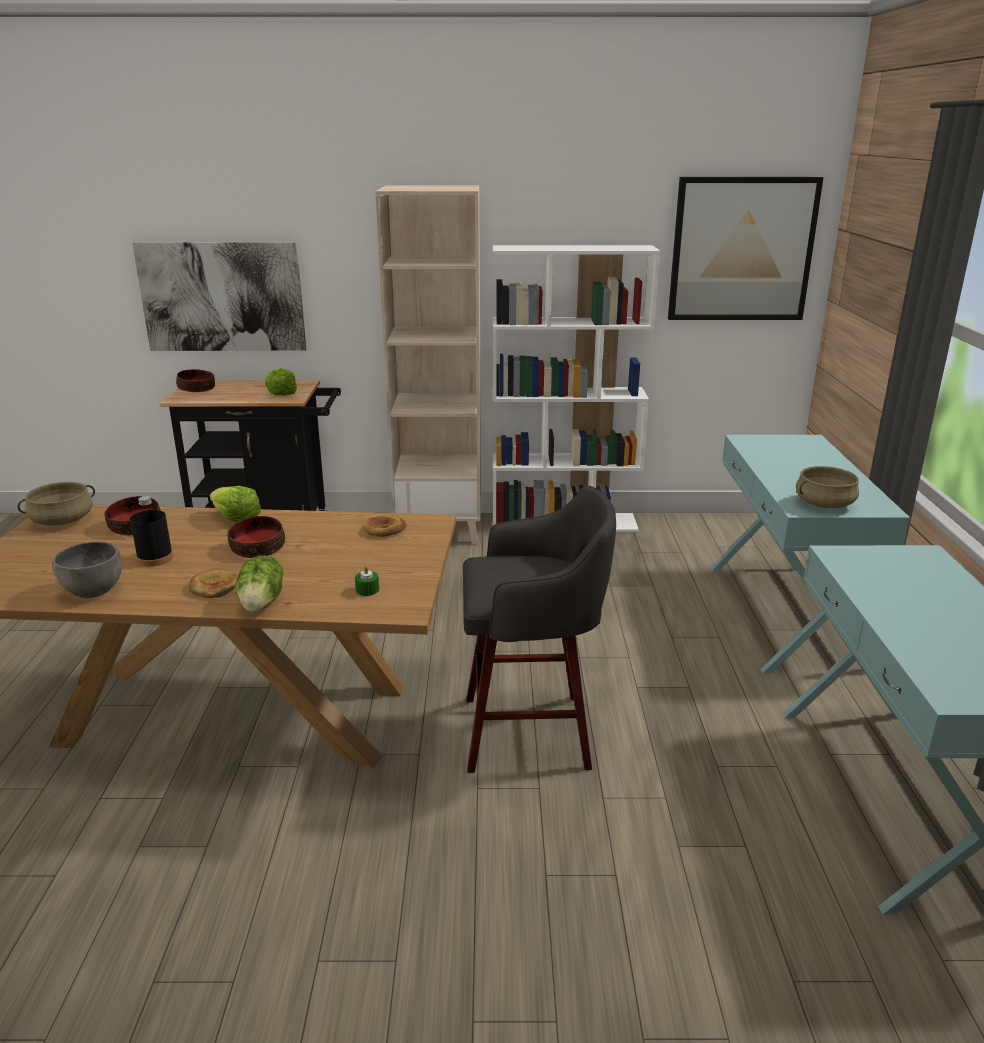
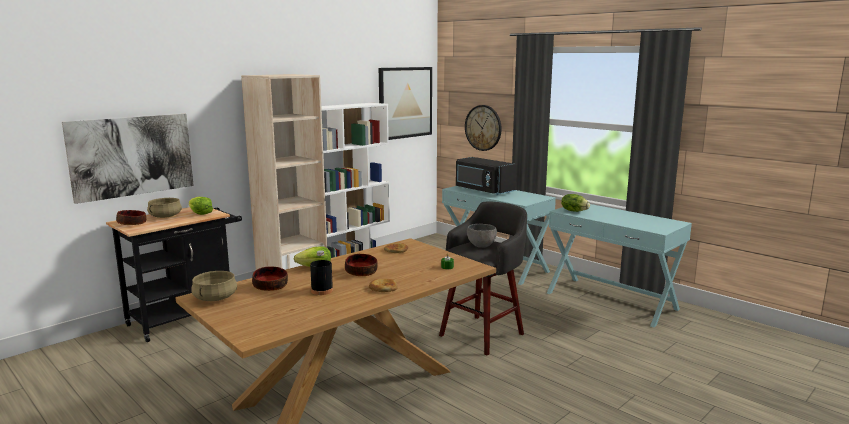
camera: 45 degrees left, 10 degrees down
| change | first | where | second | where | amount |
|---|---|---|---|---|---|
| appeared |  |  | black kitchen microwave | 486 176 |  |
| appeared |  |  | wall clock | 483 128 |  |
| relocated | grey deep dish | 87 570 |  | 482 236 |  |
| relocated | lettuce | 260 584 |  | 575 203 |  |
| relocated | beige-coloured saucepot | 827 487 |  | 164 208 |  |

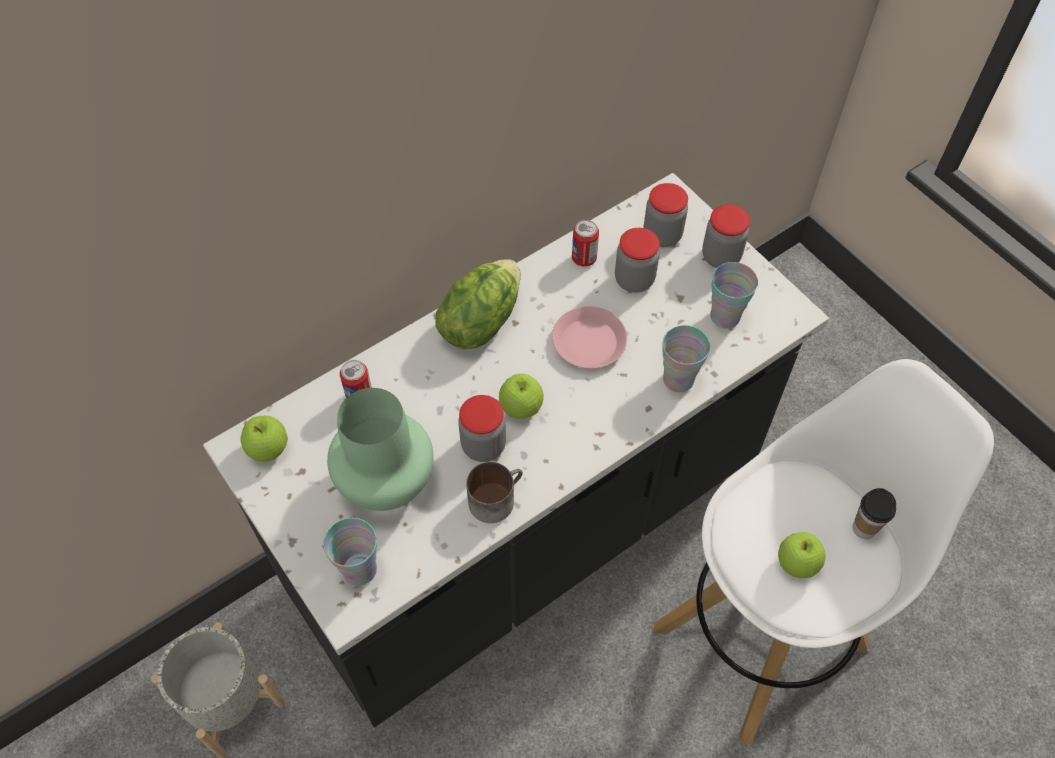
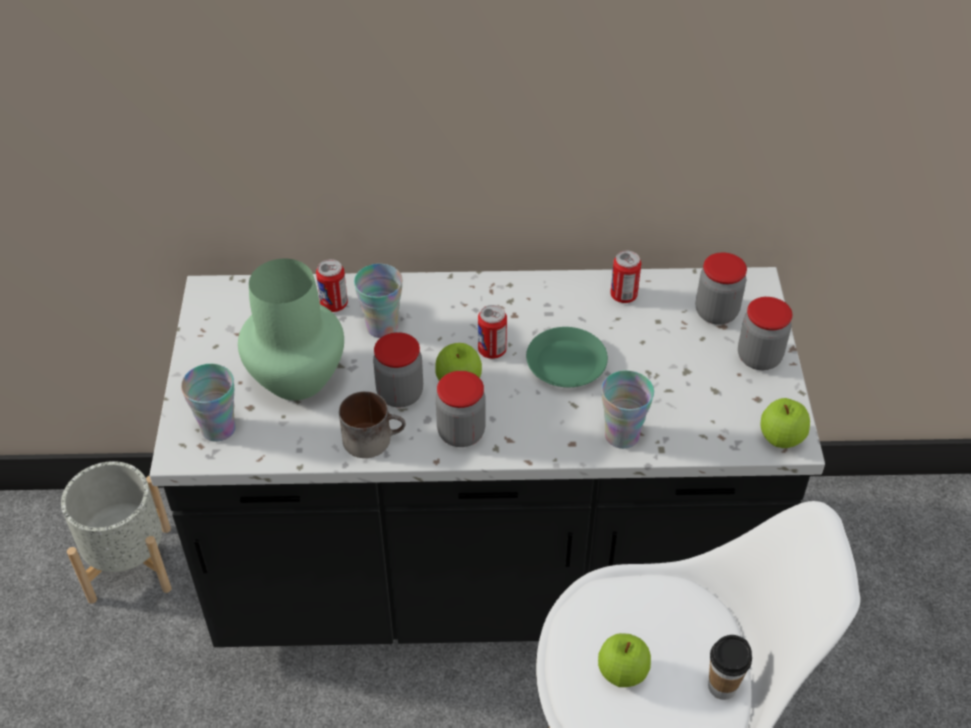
camera: 35 degrees right, 10 degrees down
| change | first | where | second | where | amount |
|---|---|---|---|---|---|
| missing | lettuce | 478 304 |  |  |  |
| appeared |  |  | metal can | 492 332 |  |
| relocated | apple | 264 439 |  | 785 423 |  |
| relocated | jar | 637 260 |  | 461 409 |  |
| relocated | small cup | 734 295 |  | 378 301 |  |
| colour | pink-coloured dinner plate | 589 337 | green dinner plate | 567 357 |  |

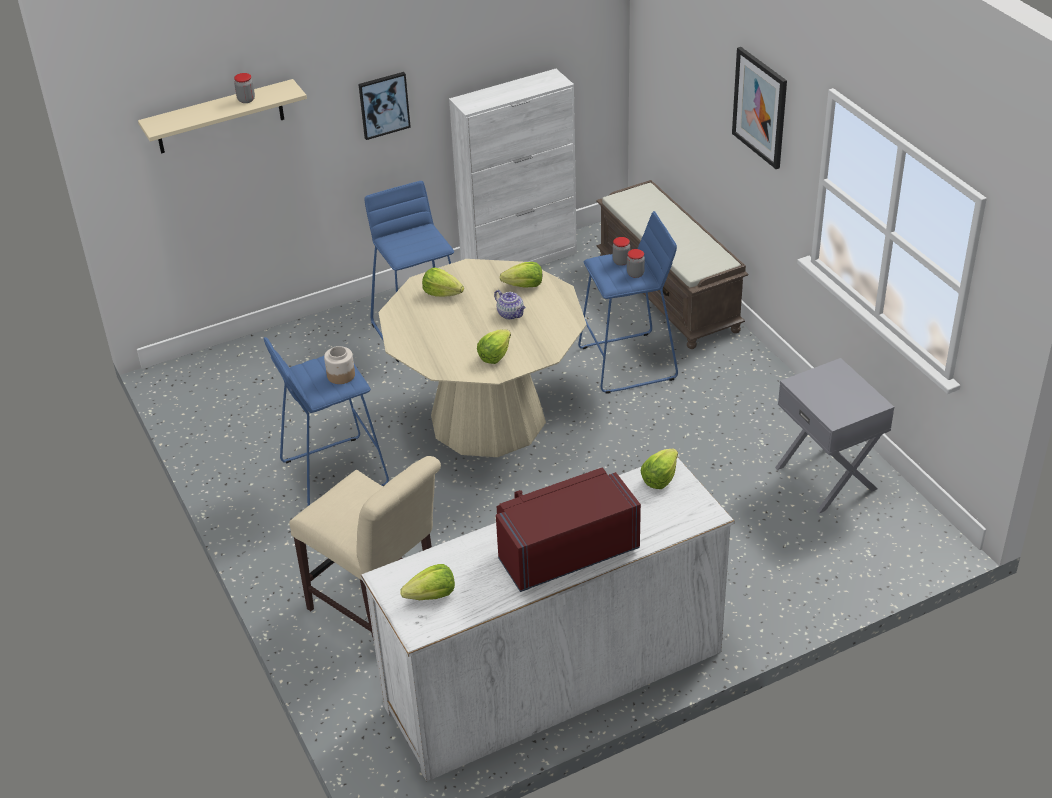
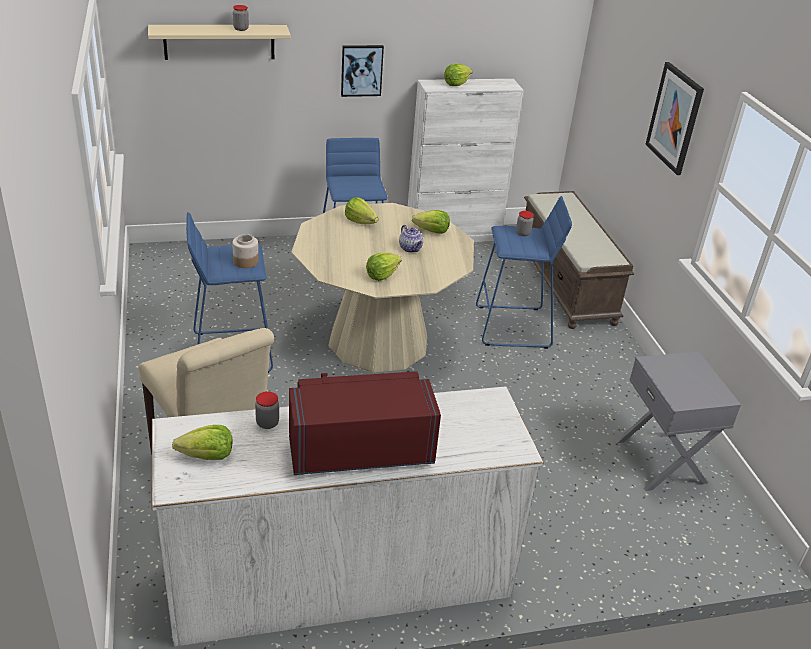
camera: 10 degrees right, 5 degrees down
| change | first | where | second | where | amount |
|---|---|---|---|---|---|
| relocated | jar | 636 263 |  | 267 410 |  |
| relocated | lettuce | 659 468 |  | 458 74 |  |

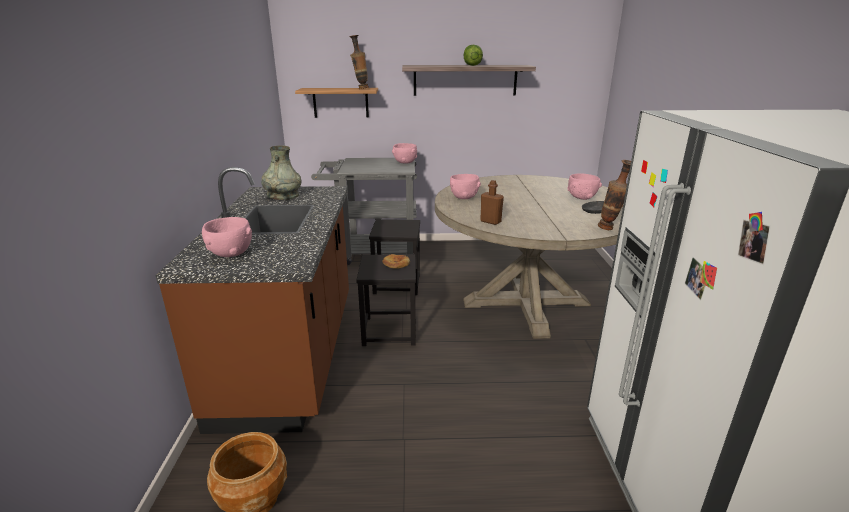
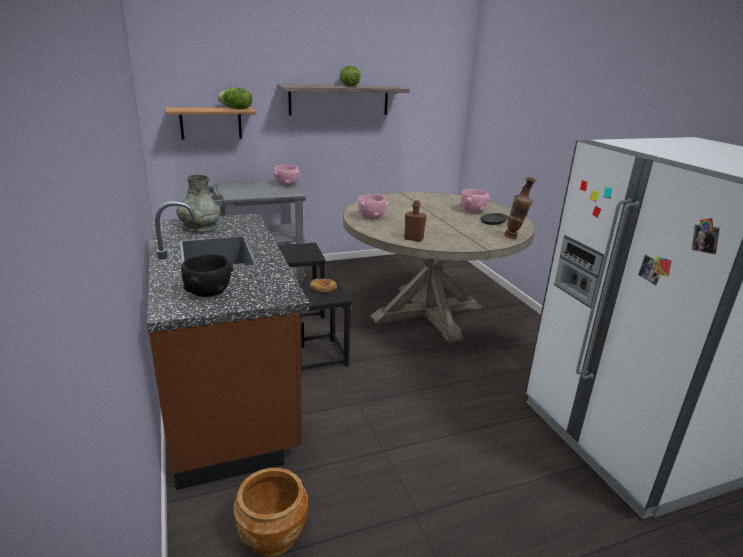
camera: 20 degrees left, 0 degrees up
| change | first | where | second | where | amount |
|---|---|---|---|---|---|
| exchanged | decorative vase | 359 62 | lettuce | 235 98 |  |
| colour | pink-coloured deep dish | 227 237 | black deep dish | 207 275 |  |

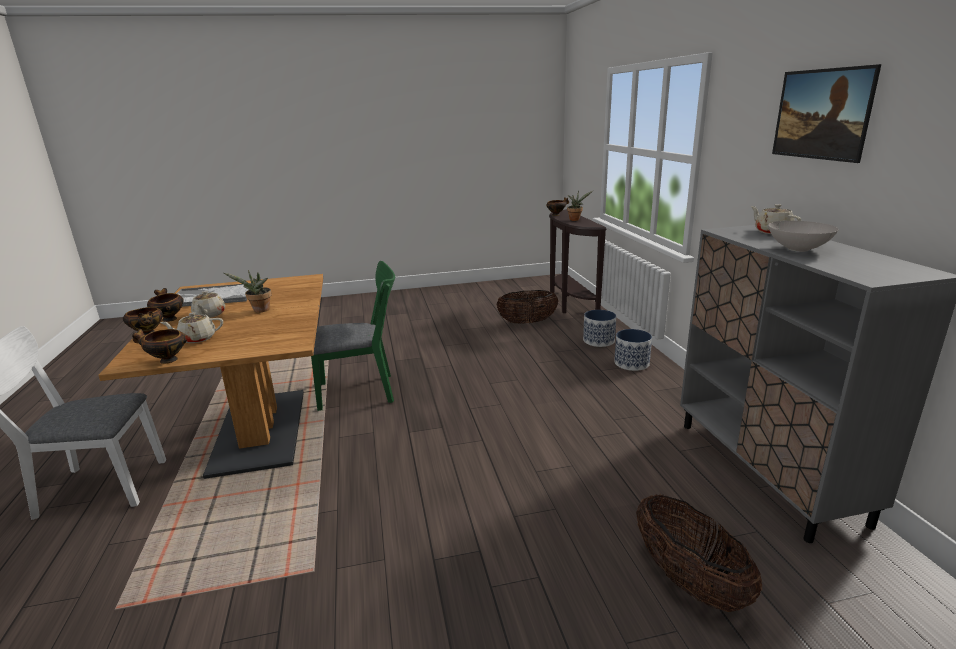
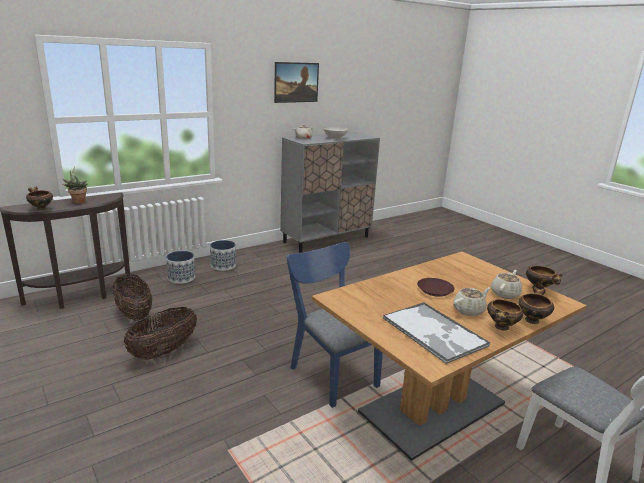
camera: 115 degrees left, 0 degrees up
| change | first | where | second | where | amount |
|---|---|---|---|---|---|
| relocated | household basket | 699 553 |  | 160 333 |  |
| exchanged | potted plant | 248 291 | brown-coloured dinner plate | 435 287 |  |
| colour | green plain chair | 353 336 | bluish plain chair | 335 325 |  |
| spun | beige-coloured tea pot | 191 327 |  | 506 284 | 105 degrees counterclockwise |

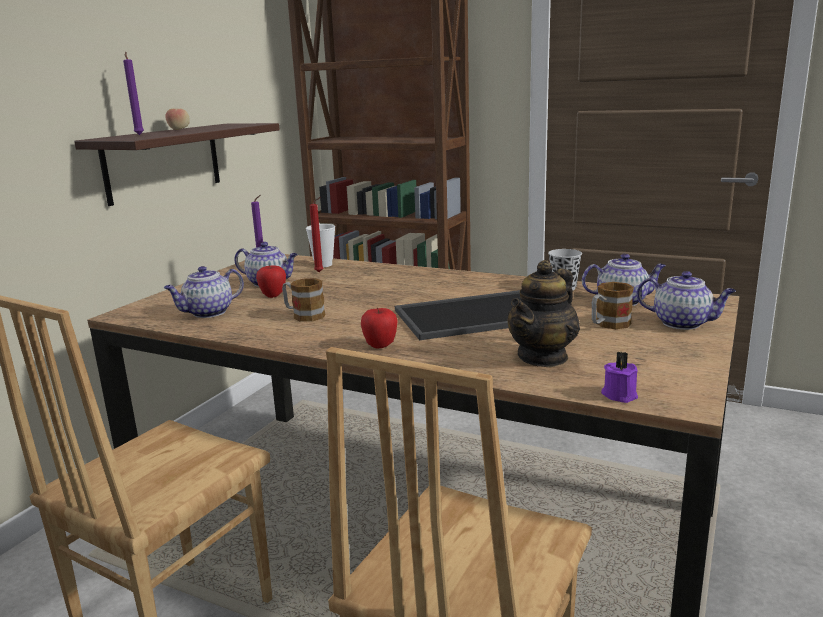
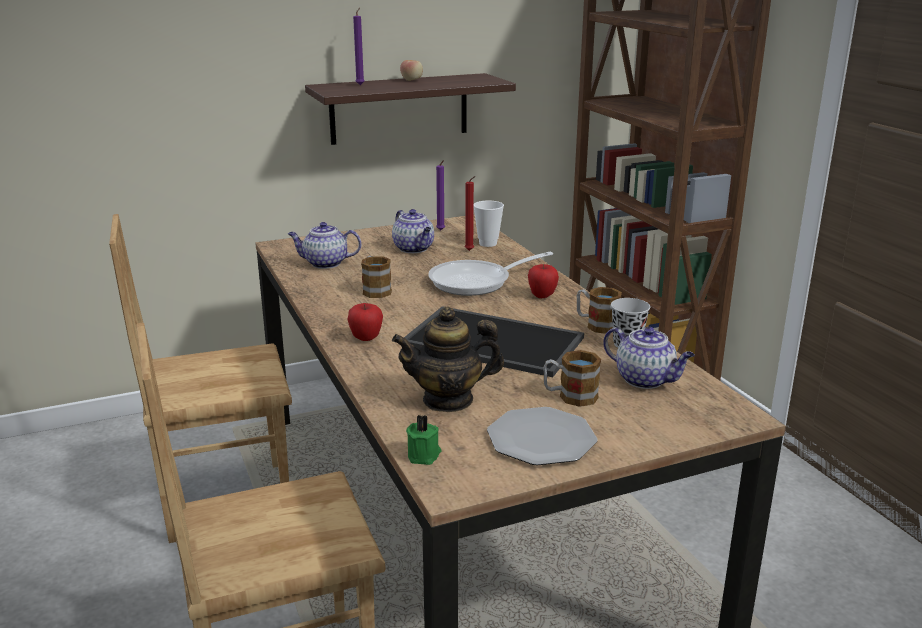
camera: 40 degrees right, 5 degrees up
| change | first | where | second | where | amount |
|---|---|---|---|---|---|
| missing | tea pot | 686 300 |  |  |  |
| appeared |  |  | frying pan | 490 274 |  |
| appeared |  |  | dinner plate | 542 436 |  |
| appeared |  |  | coffee mug | 599 310 |  |
| relocated | apple | 271 281 |  | 543 281 |  |
| colour | purplish wax light | 619 377 | green wax light | 423 440 |  |

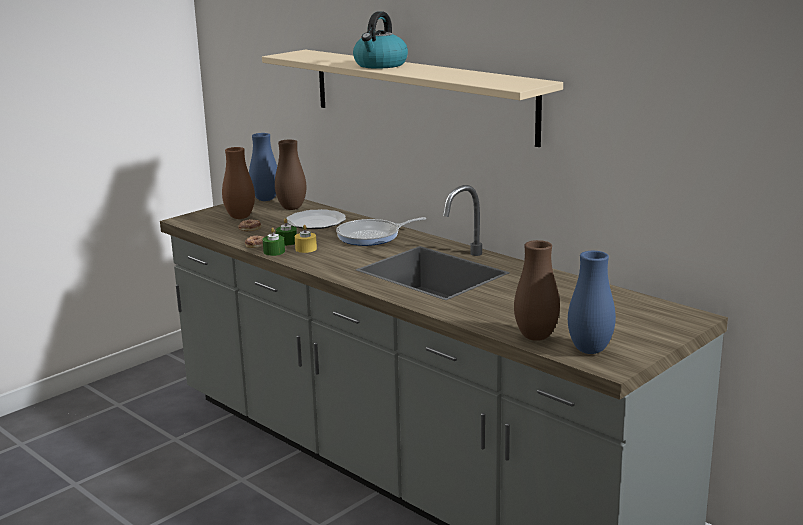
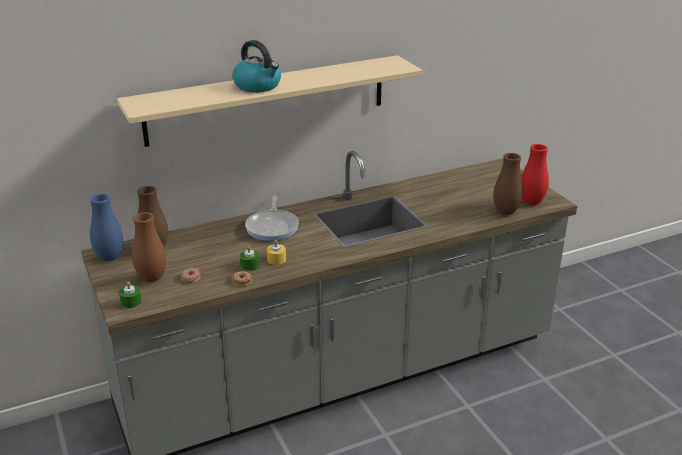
camera: 70 degrees left, 10 degrees up
| change | first | where | second | where | amount |
|---|---|---|---|---|---|
| missing | dinner plate | 316 219 |  |  |  |
| relocated | green wax light | 274 241 |  | 130 295 |  |
| colour | bluish decorative vase | 592 302 | red decorative vase | 535 174 |  |

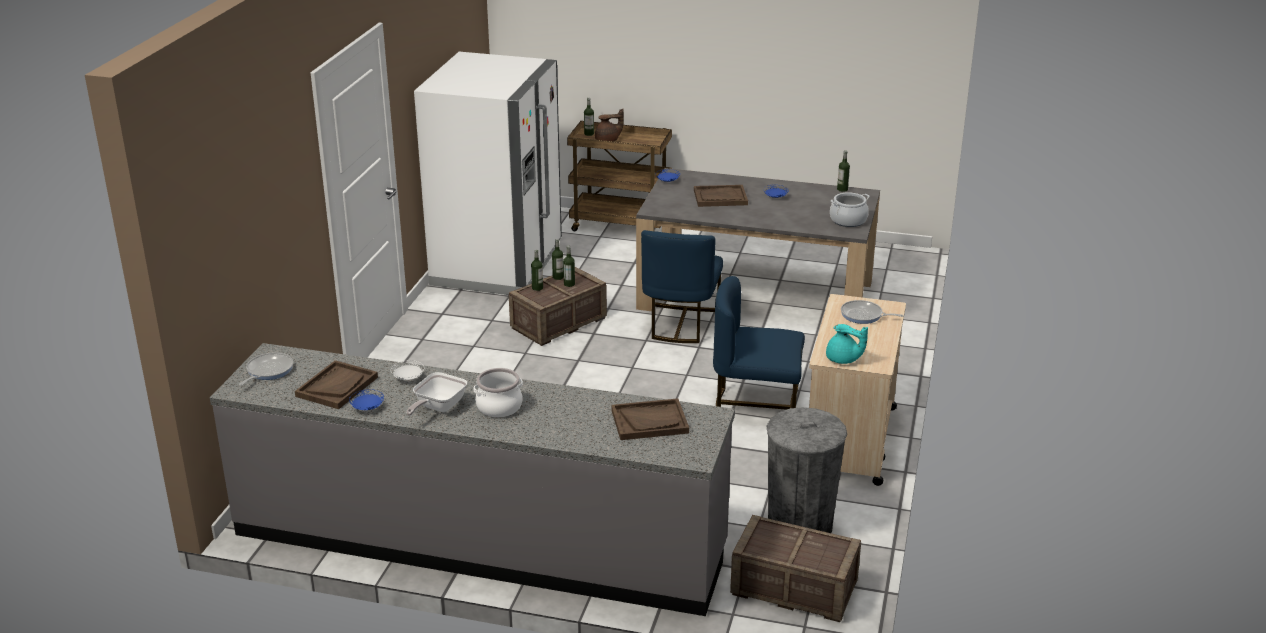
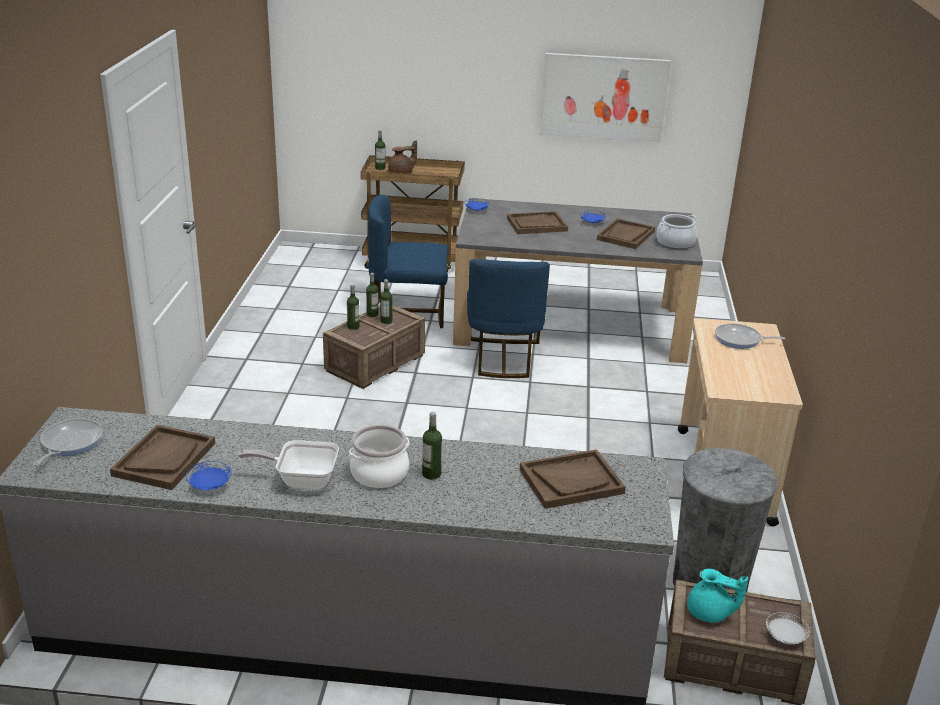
camera: 10 degrees left, 0 degrees up
| change | first | where | second | where | amount |
|---|---|---|---|---|---|
| missing | white kitchen fridge | 488 173 |  |  |  |
| appeared |  |  | wall art | 605 97 |  |
| appeared |  |  | brown-coloured carrying tray | 626 233 |  |
| relocated | white dinner plate | 407 370 |  | 788 628 |  |
| relocated | bluish plain chair | 759 343 |  | 408 261 |  |
| relocated | turquoise tea pot | 847 344 |  | 717 595 |  |
| relocated | beverage bottle | 843 171 |  | 432 446 |  |
| spun | frying pan | 436 394 |  | 288 465 | 75 degrees clockwise |

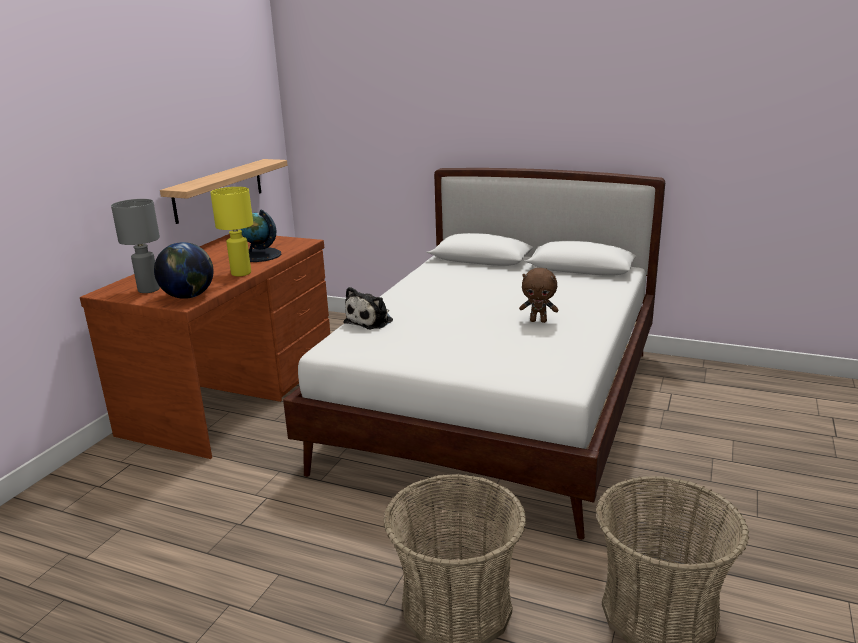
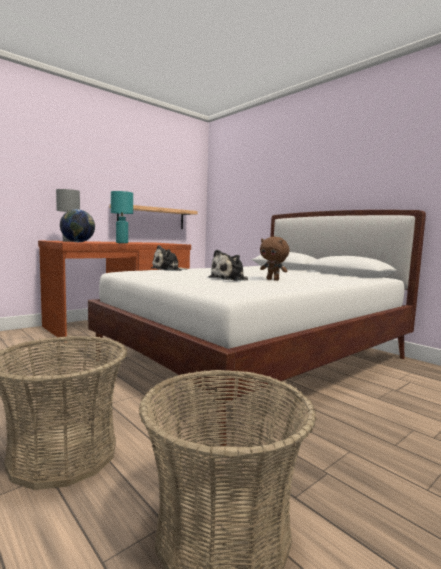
camera: 25 degrees right, 15 degrees down
| change | first | where | second | where | amount |
|---|---|---|---|---|---|
| missing | world globe | 261 235 |  |  |  |
| appeared |  |  | plush toy | 228 265 |  |
| colour | yellow-coloured tabletop lamp | 231 231 | turquoise tabletop lamp | 122 217 |  |

